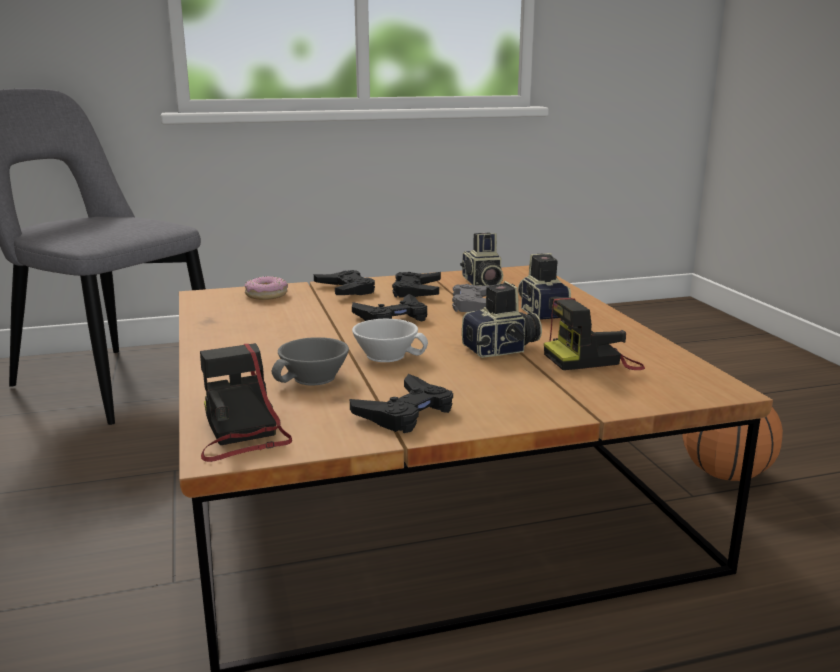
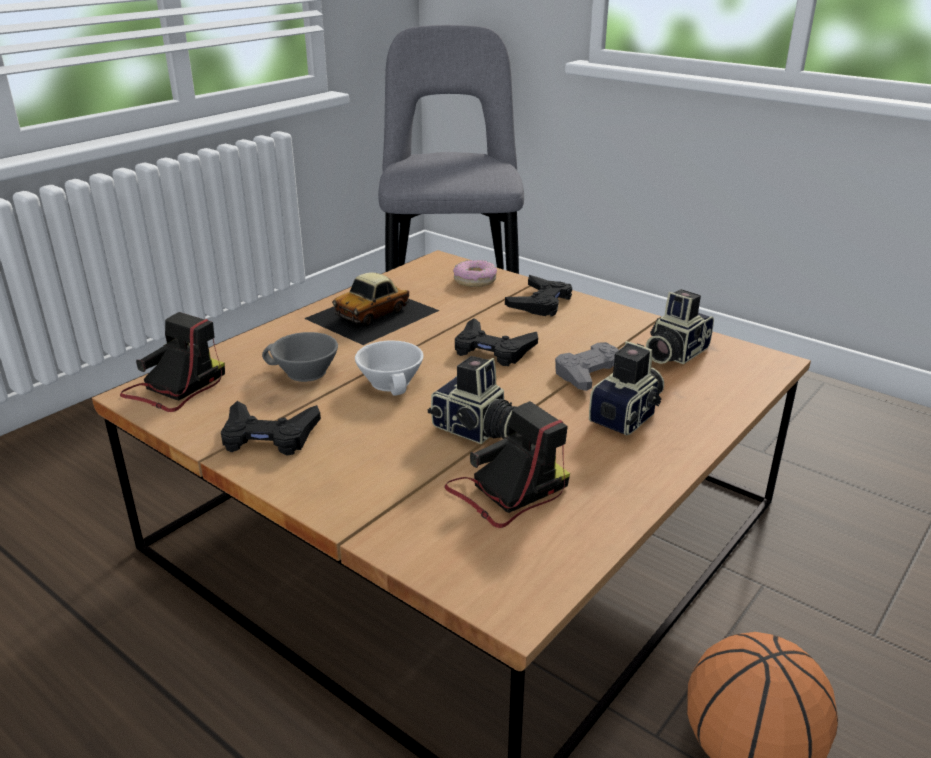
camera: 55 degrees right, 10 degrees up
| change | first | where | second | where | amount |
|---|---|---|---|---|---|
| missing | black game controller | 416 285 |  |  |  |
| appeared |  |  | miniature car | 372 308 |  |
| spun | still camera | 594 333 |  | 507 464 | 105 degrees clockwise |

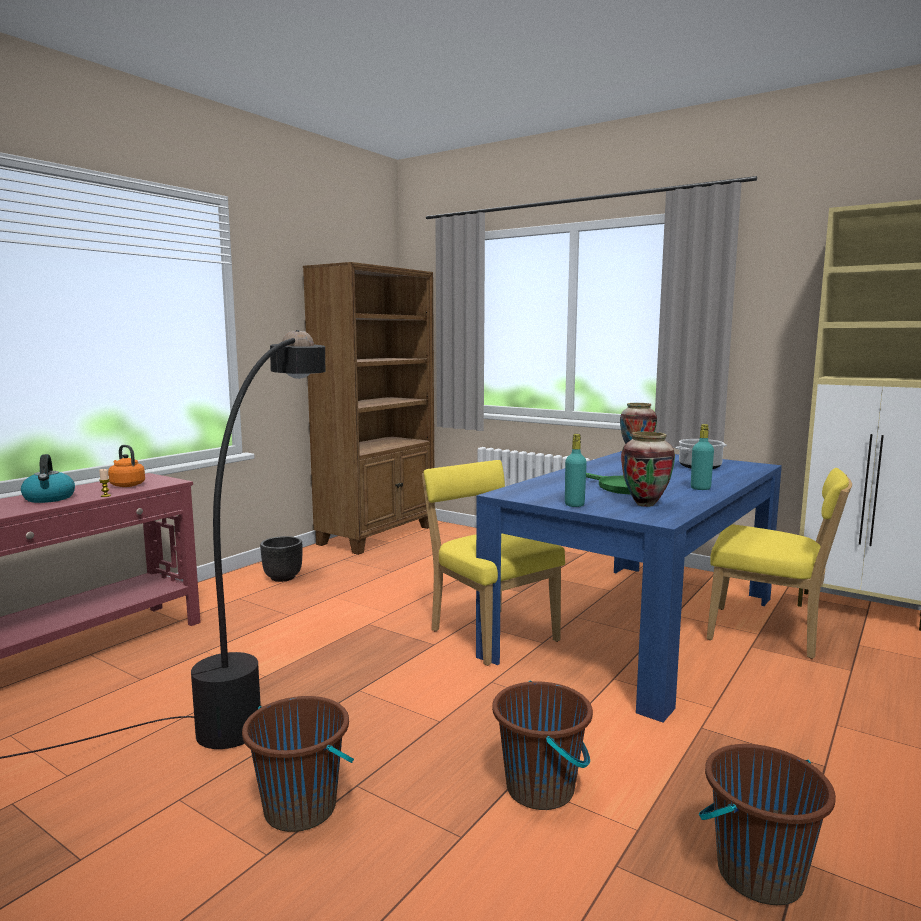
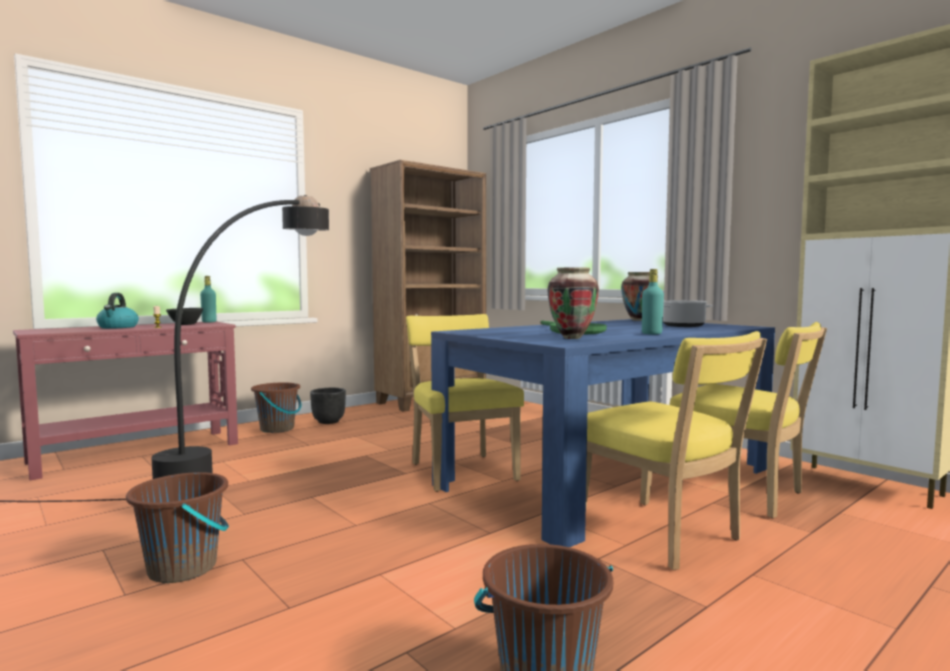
camera: 15 degrees right, 5 degrees down
| change | first | where | second | where | amount |
|---|---|---|---|---|---|
| appeared |  |  | yellow-coloured plain chair | 676 450 |  |
| relocated | brown-coloured water bucket | 542 745 |  | 276 407 |  |
| relocated | turquoise beverage bottle | 576 470 |  | 208 299 |  |
| exchanged | orange tea kettle | 126 466 | black deep dish | 184 316 |  |

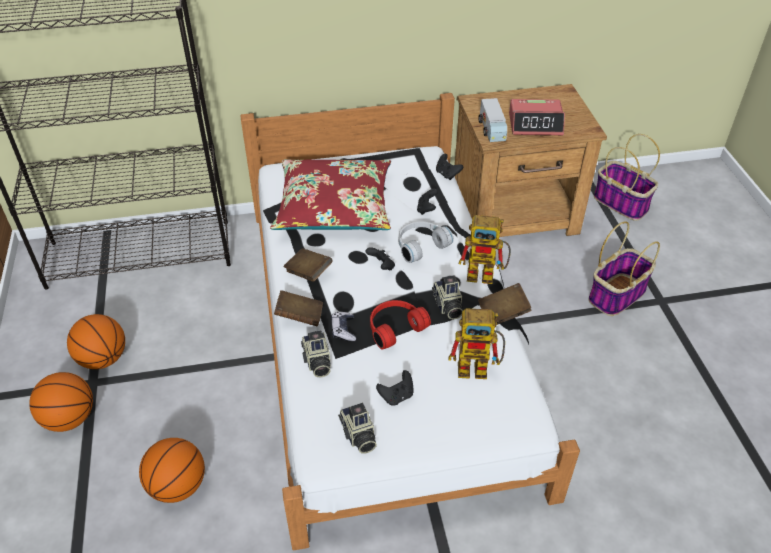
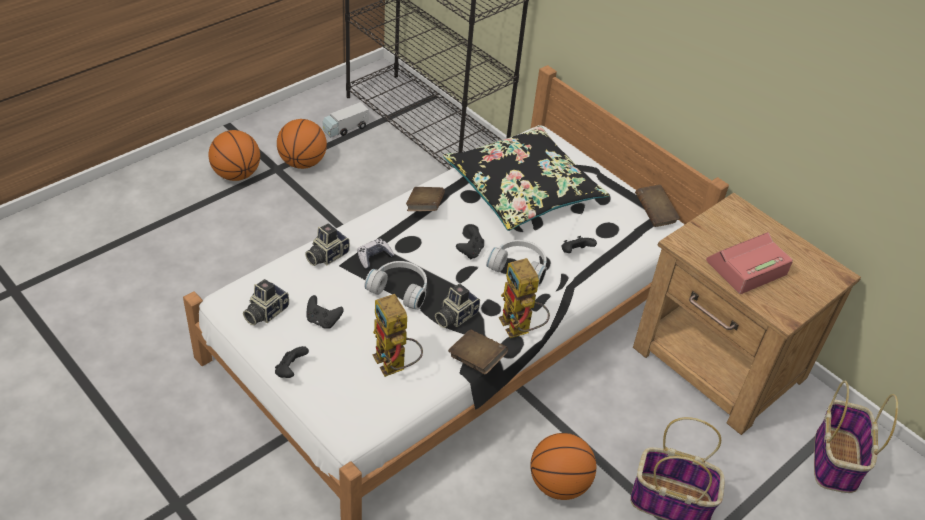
camera: 55 degrees right, 0 degrees up
| change | first | where | second | where | amount |
|---|---|---|---|---|---|
| relocated | basketball | 172 470 |  | 563 466 |  |
| relocated | brown-coloured book | 298 308 |  | 657 206 |  |
| relocated | black game controller | 449 167 |  | 292 362 |  |
| relocated | toy lorry | 492 120 |  | 346 119 |  |
| colour | red pillow | 330 194 | black pillow | 526 178 |  |
| colour | red headset | 400 325 | white headset | 395 285 |  |
| spun | table clock | 537 117 |  | 749 263 | 90 degrees clockwise |

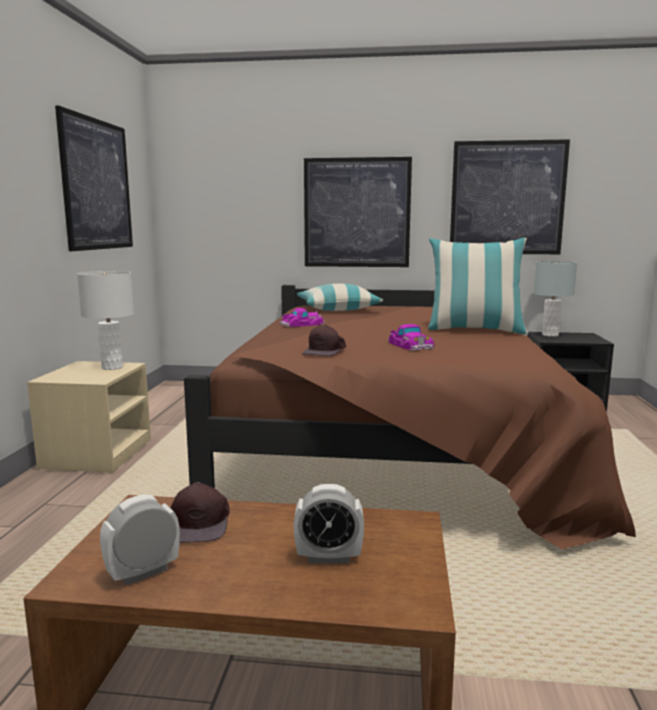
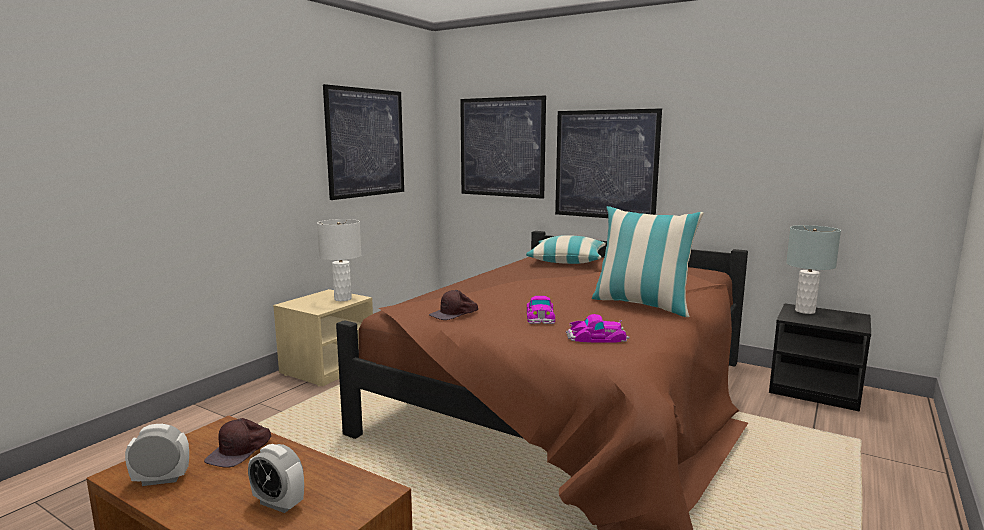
camera: 25 degrees right, 0 degrees up
| change | first | where | second | where | amount |
|---|---|---|---|---|---|
| relocated | miniature car | 302 317 |  | 598 328 |  |
| relocated | wall art | 510 196 |  | 503 147 |  |

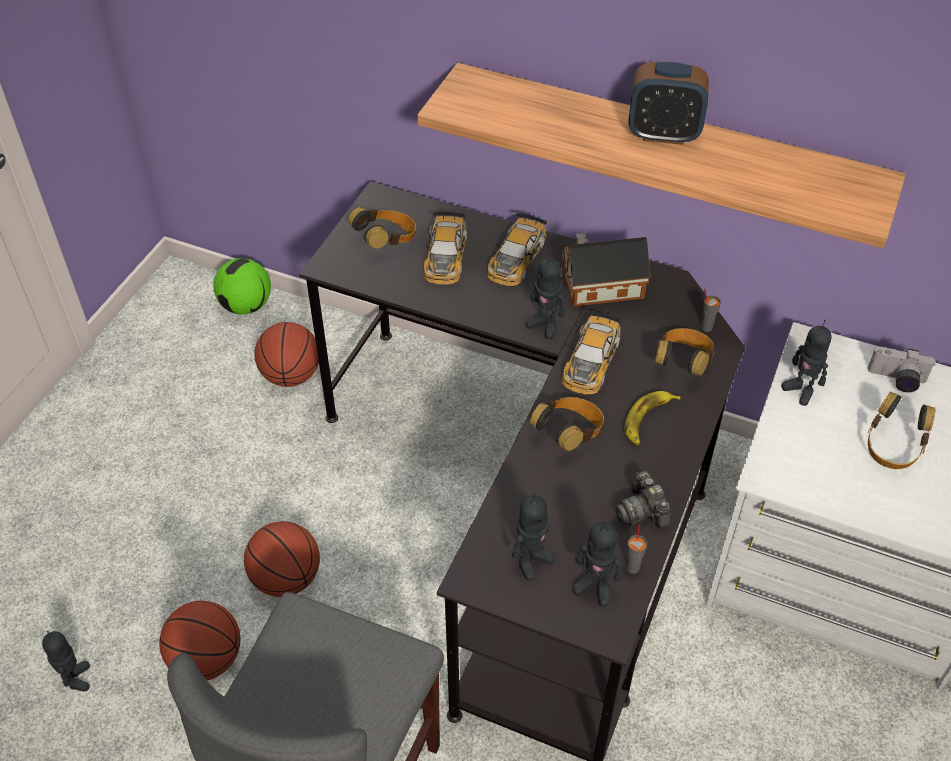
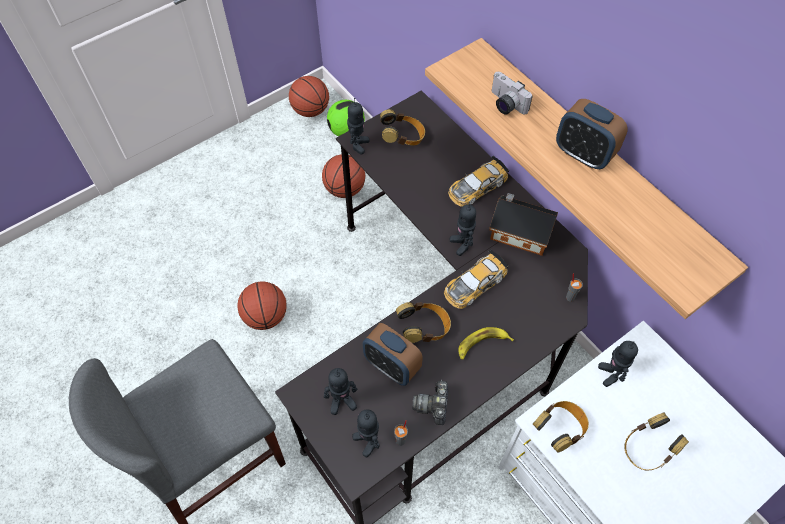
camera: 30 degrees right, 10 degrees up
| change | first | where | second | where | amount |
|---|---|---|---|---|---|
| missing | miniature car | 445 248 |  |  |  |
| appeared |  |  | table clock | 393 354 |  |
| relocated | model robot | 66 660 |  | 358 126 |  |
| relocated | basketball | 200 640 |  | 309 96 |  |
| relocated | headset | 685 352 |  | 561 426 |  |
| relocated | still camera | 901 369 |  | 512 93 |  |

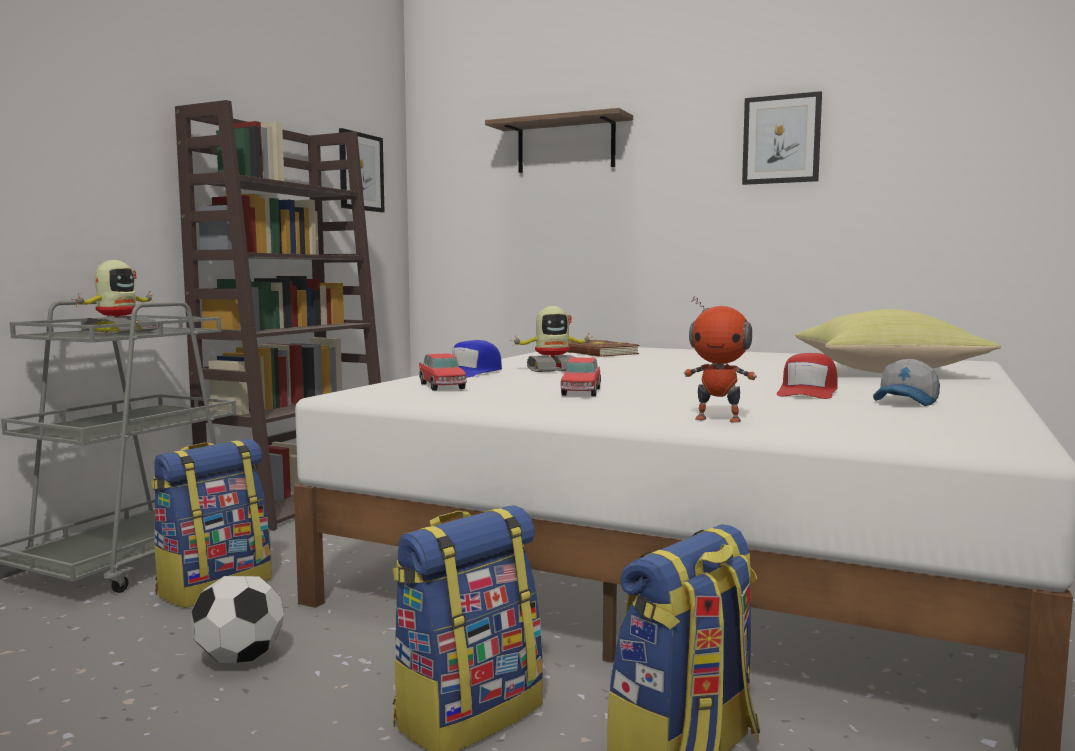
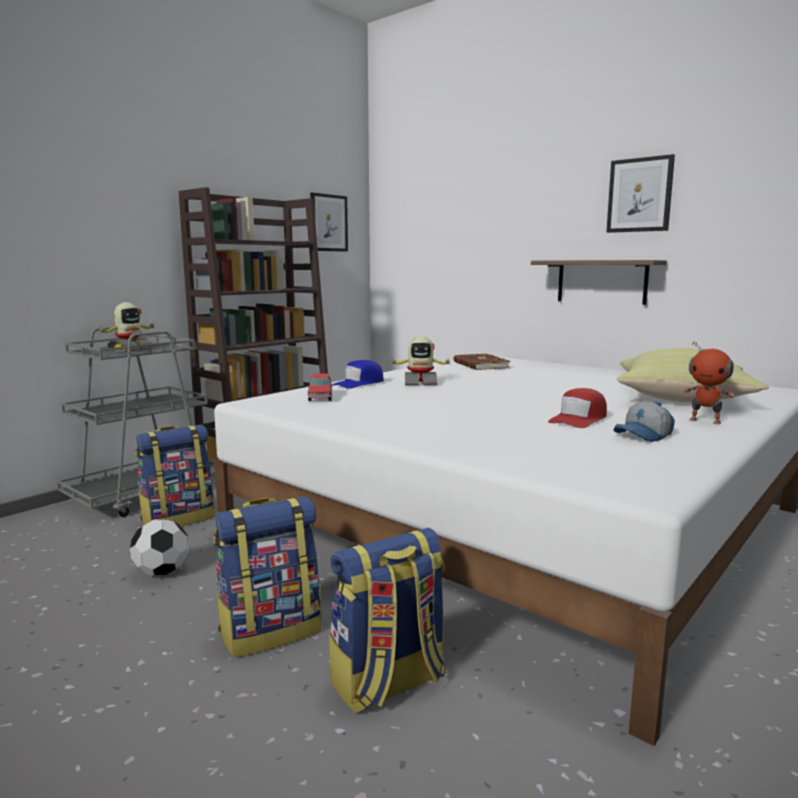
camera: 15 degrees right, 5 degrees up
| change | first | where | second | where | amount |
|---|---|---|---|---|---|
| missing | miniature car | 580 376 |  |  |  |
| relocated | bracket shelf | 559 140 |  | 599 282 |  |
| relocated | model robot | 720 359 |  | 709 382 |  |

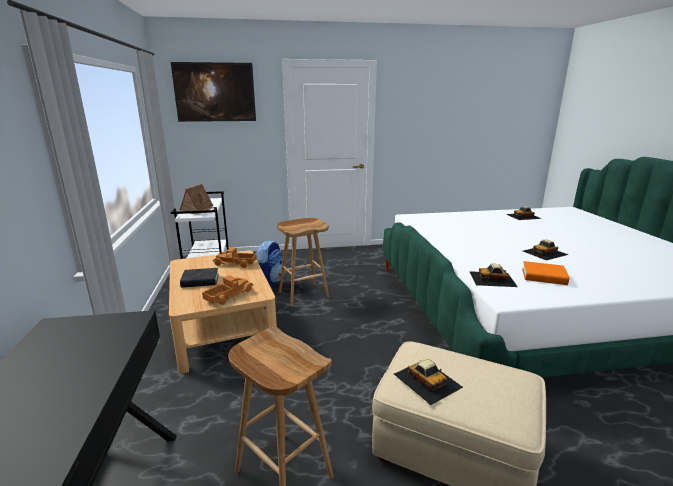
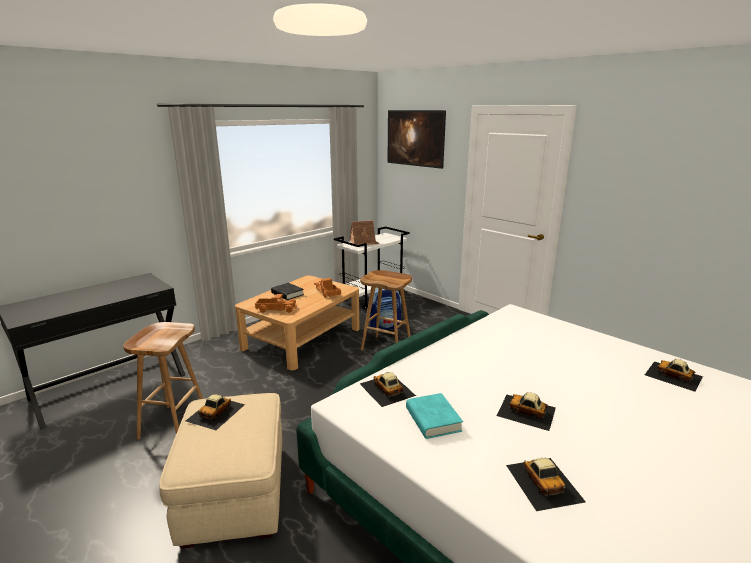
camera: 55 degrees right, 0 degrees up
| change | first | where | second | where | amount |
|---|---|---|---|---|---|
| appeared |  |  | miniature car | 546 484 |  |
| colour | orange book | 545 273 | turquoise book | 434 416 |  |

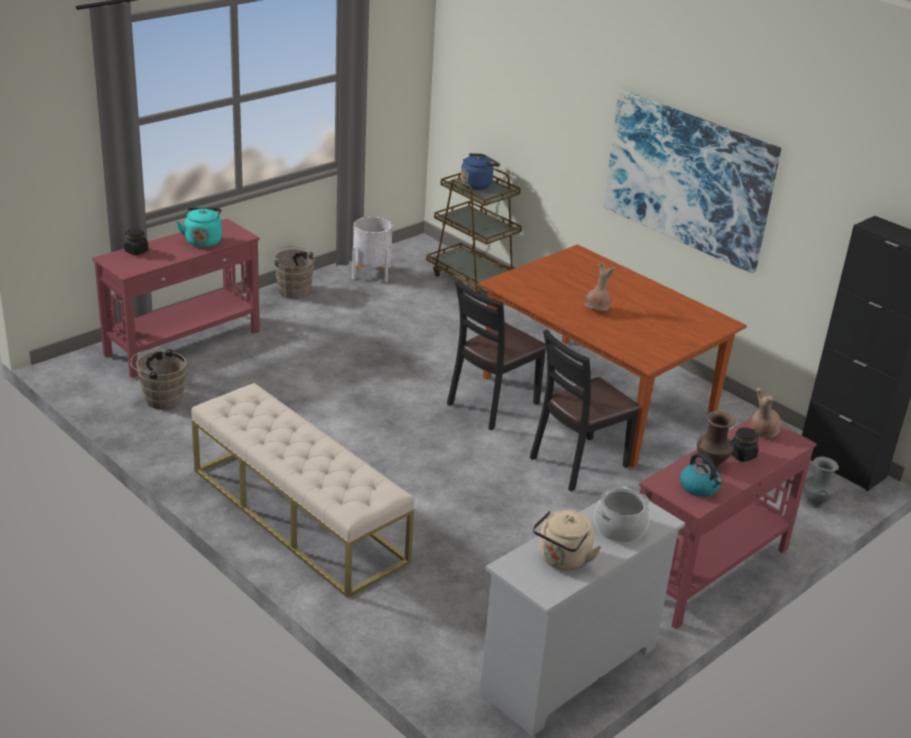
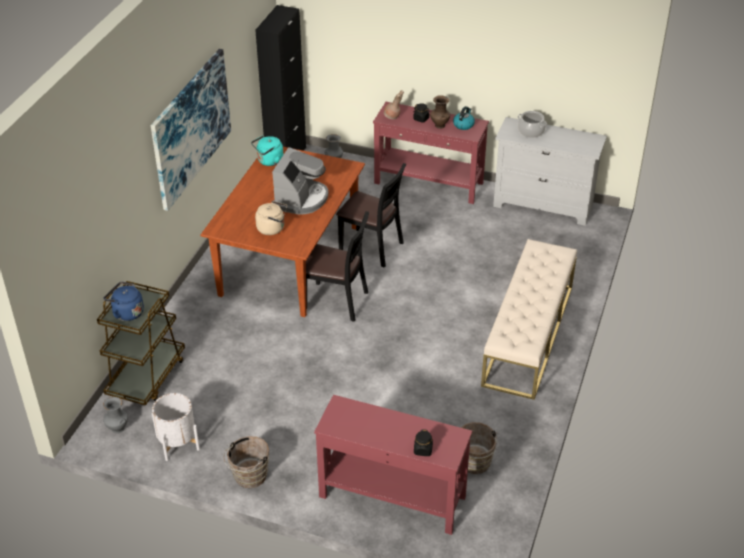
camera: 115 degrees left, 10 degrees up
| change | first | where | second | where | amount |
|---|---|---|---|---|---|
| appeared |  |  | grey decorative vase | 115 415 |  |
| relocated | turquoise tea kettle | 199 227 |  | 267 150 |  |
| relocated | beige-coloured tea kettle | 567 540 |  | 271 218 |  |
| exchanged | brown-coloured decorative vase | 600 287 | coffee machine | 300 181 |  |

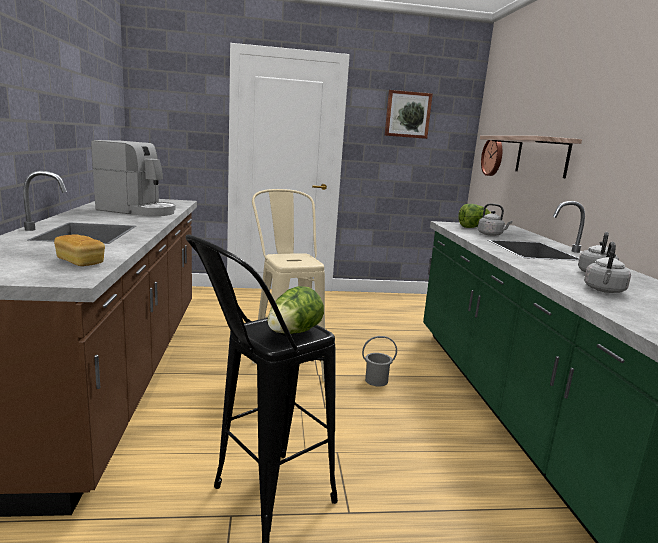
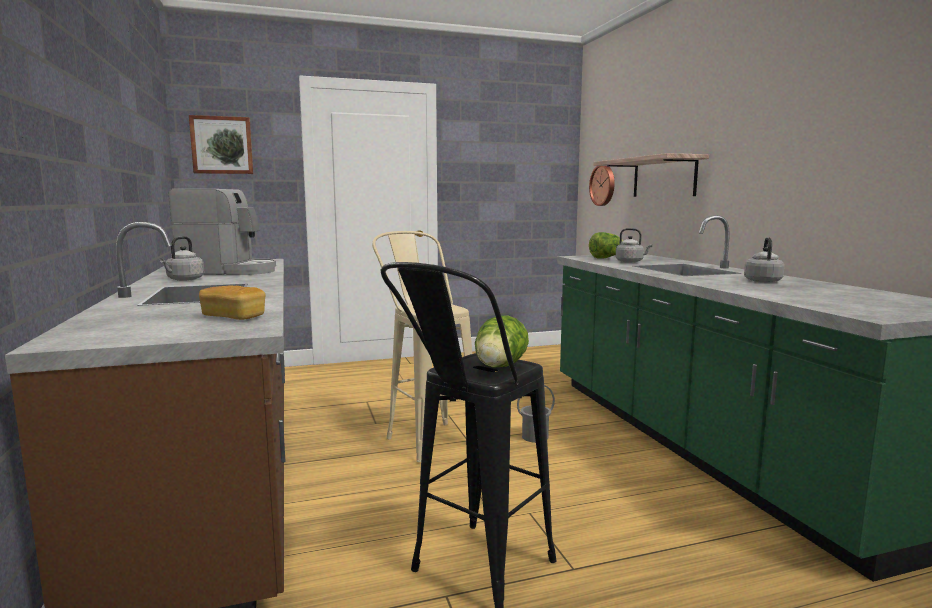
camera: 10 degrees left, 5 degrees down
| change | first | where | second | where | amount |
|---|---|---|---|---|---|
| relocated | wall art | 409 114 |  | 221 144 |  |
| relocated | grey tea kettle | 607 267 |  | 182 258 |  |

